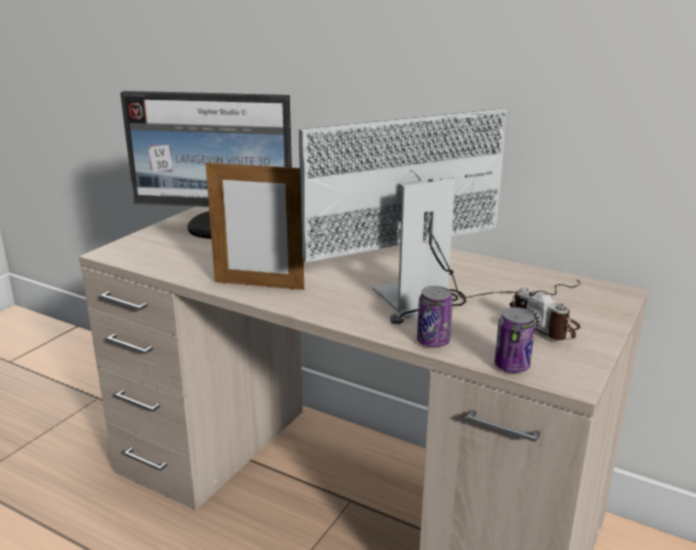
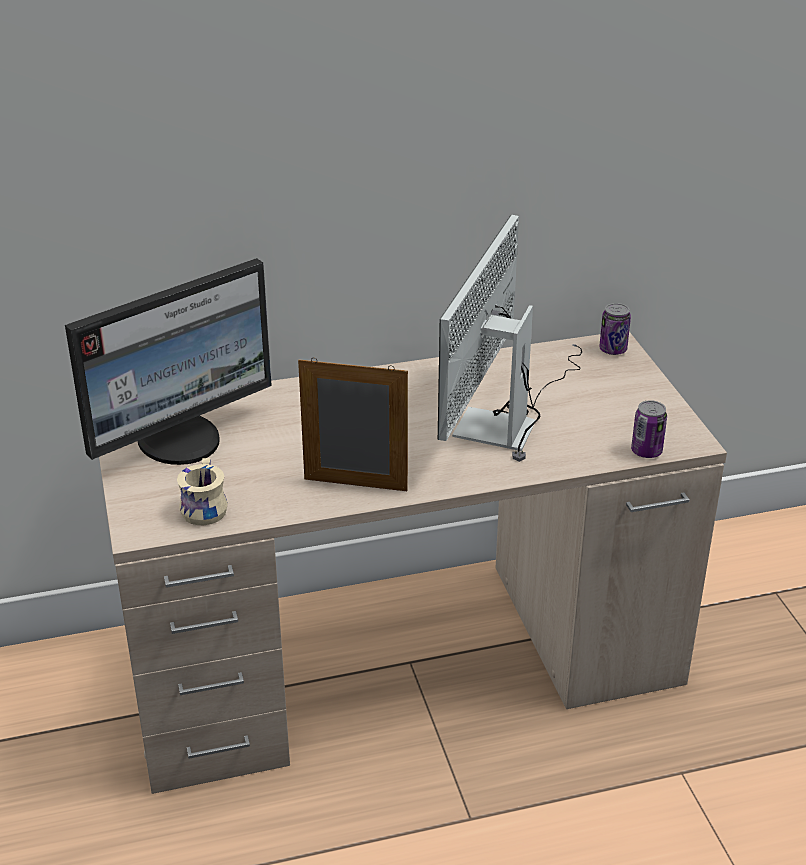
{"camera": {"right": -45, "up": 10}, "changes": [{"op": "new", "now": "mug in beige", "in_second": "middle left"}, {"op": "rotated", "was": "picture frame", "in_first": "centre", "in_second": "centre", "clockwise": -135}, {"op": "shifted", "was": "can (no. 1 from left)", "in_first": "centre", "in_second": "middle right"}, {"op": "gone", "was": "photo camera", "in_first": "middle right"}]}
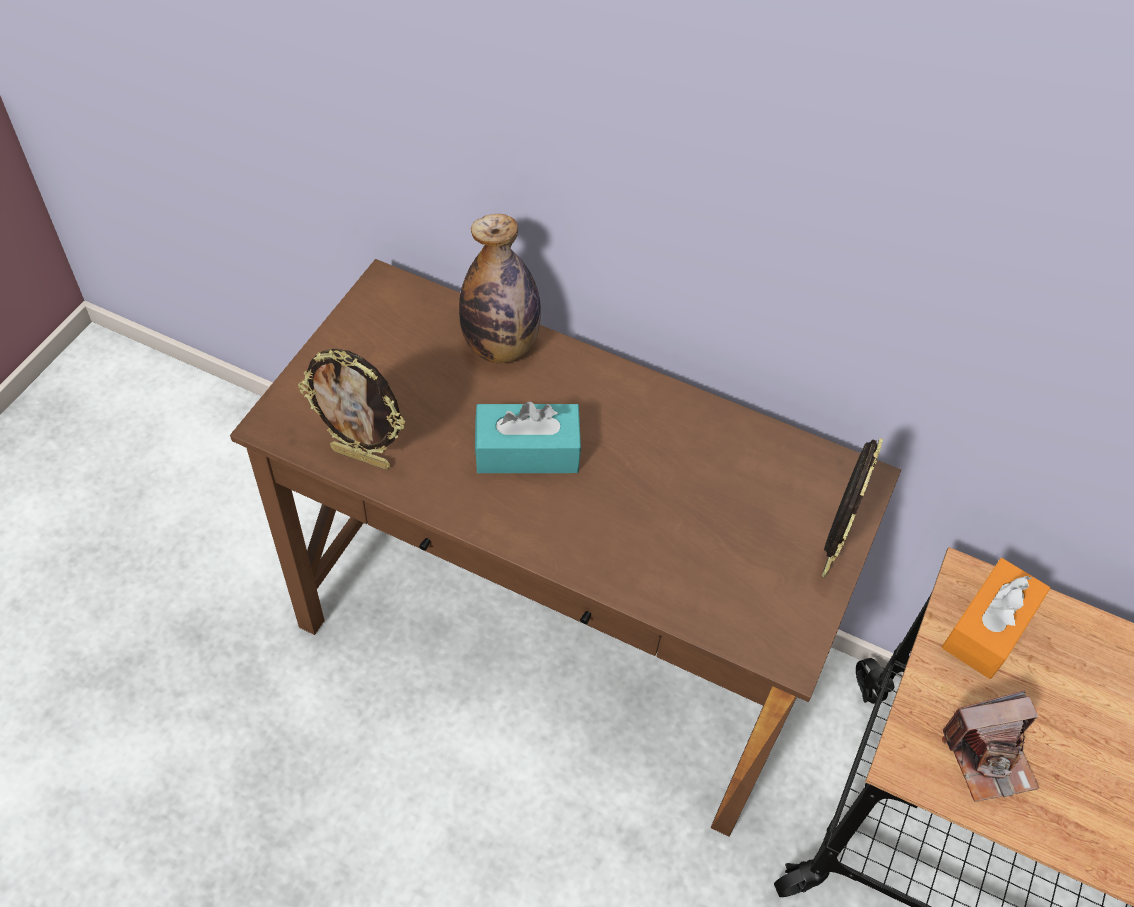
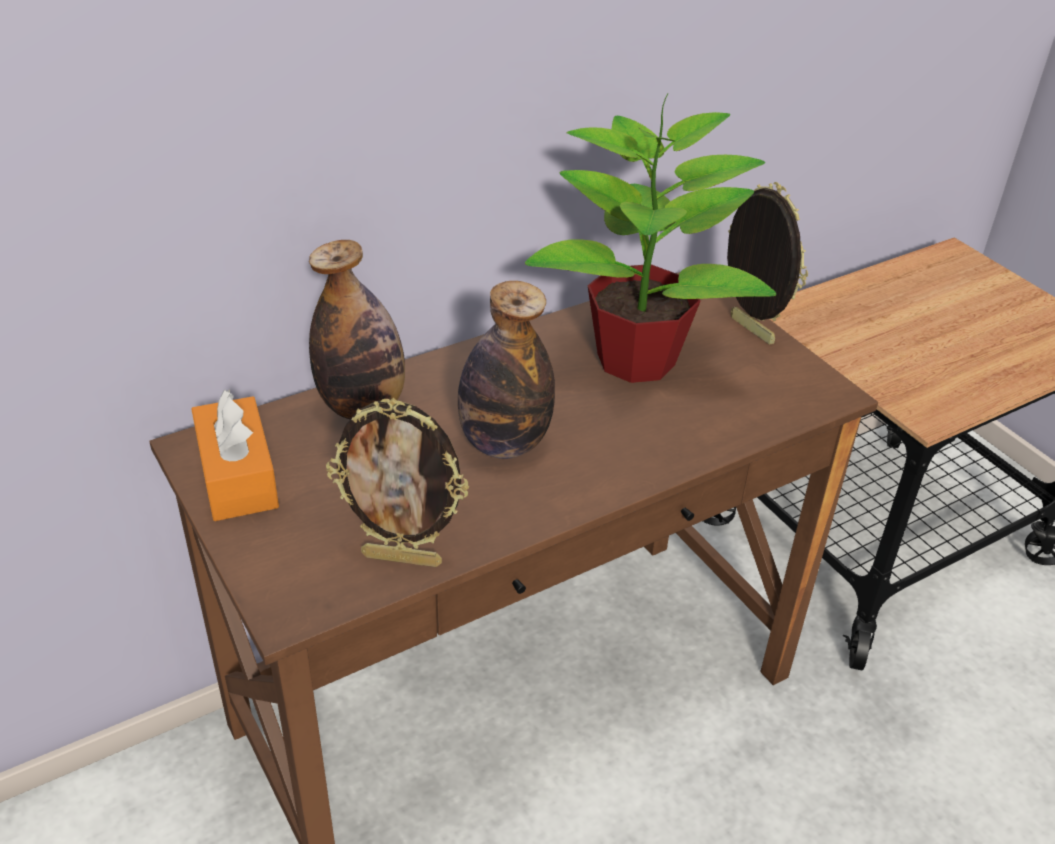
{"camera": {"right": -55, "up": -15}, "changes": [{"op": "shifted", "was": "tissue box in orange", "in_first": "bottom right", "in_second": "middle left"}, {"op": "rotated", "was": "picture frame (no. 1 from left)", "in_first": "middle left", "in_second": "centre", "clockwise": 45}, {"op": "swapped", "was": "tissue box in turquoise", "now": "bottle (no. 2 from left)", "in_first": "centre", "in_second": "centre"}, {"op": "new", "now": "potted plant", "in_second": "top centre"}, {"op": "gone", "was": "photo camera", "in_first": "bottom right"}]}
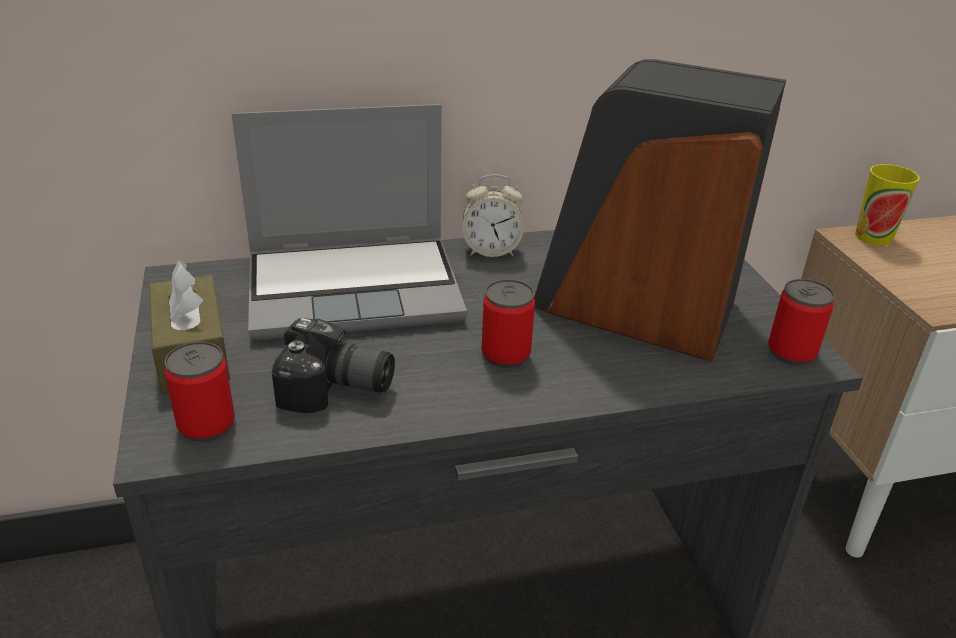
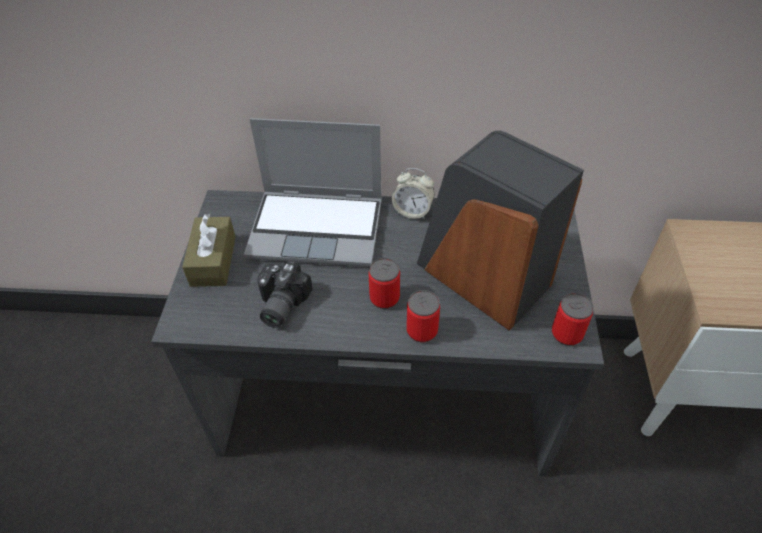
{"camera": {"right": 20, "up": 15}, "changes": [{"op": "rotated", "was": "photo camera", "in_first": "centre", "in_second": "centre", "clockwise": 75}, {"op": "shifted", "was": "can (no. 1 from left in the first image)", "now": "can (no. 2 from left)", "in_first": "middle left", "in_second": "centre"}, {"op": "gone", "was": "cup", "in_first": "top right"}]}
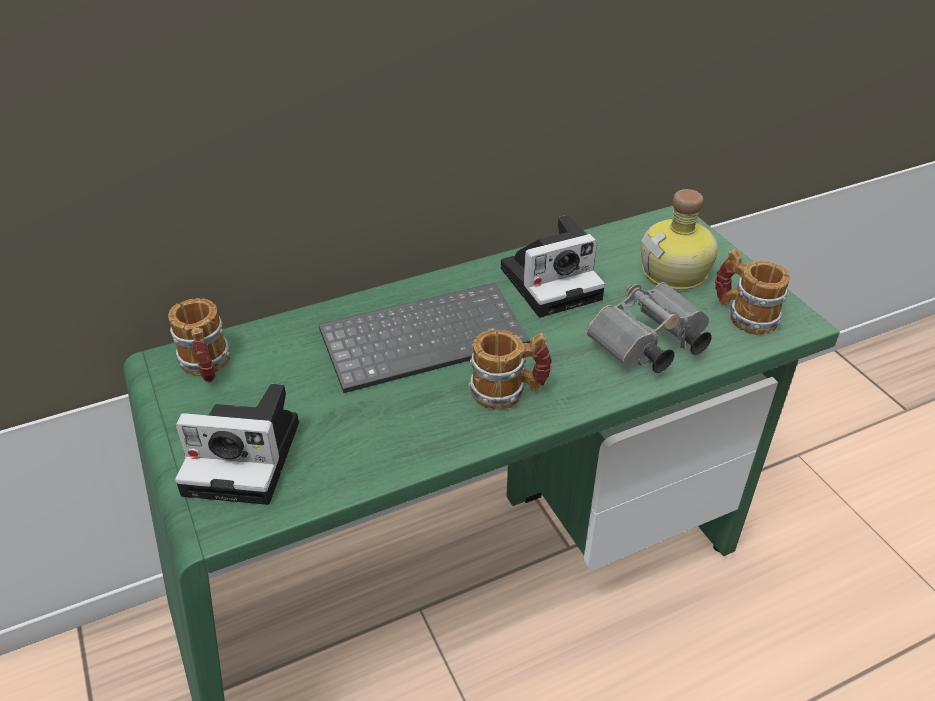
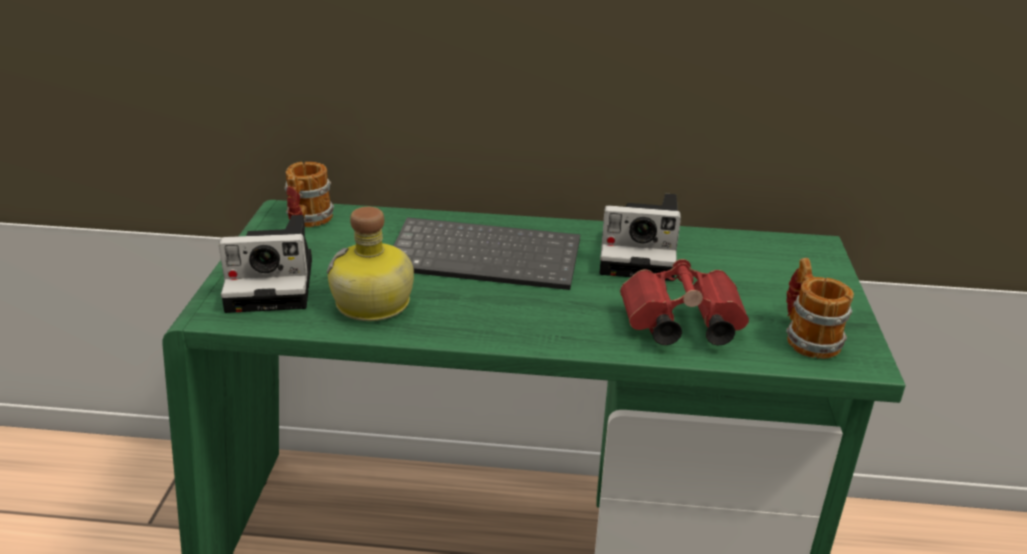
{"camera": {"right": 30, "up": -10}, "changes": [{"op": "rotated", "was": "photo camera (no. 1 from left)", "in_first": "middle left", "in_second": "middle left", "clockwise": -45}, {"op": "shifted", "was": "bottle", "in_first": "middle right", "in_second": "centre"}, {"op": "repainted", "was": "binoculars in grey", "now": "binoculars in red", "in_first": "middle right", "in_second": "centre"}, {"op": "gone", "was": "mug (no. 2 from left)", "in_first": "centre"}]}
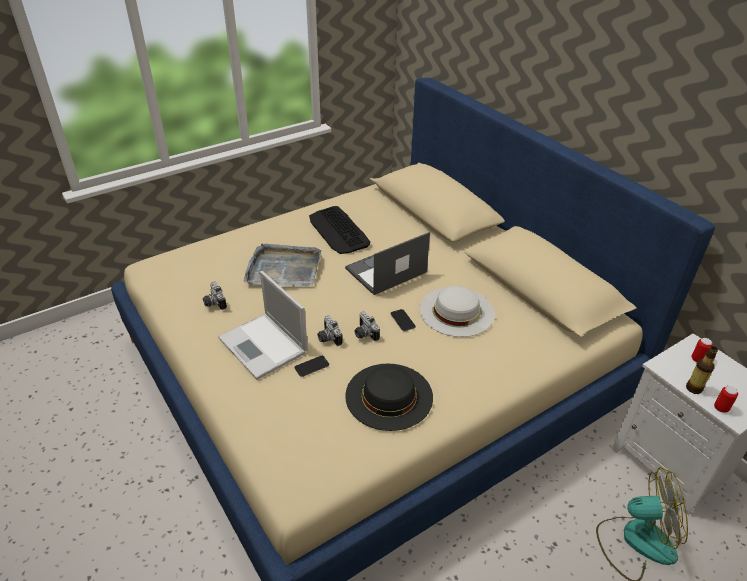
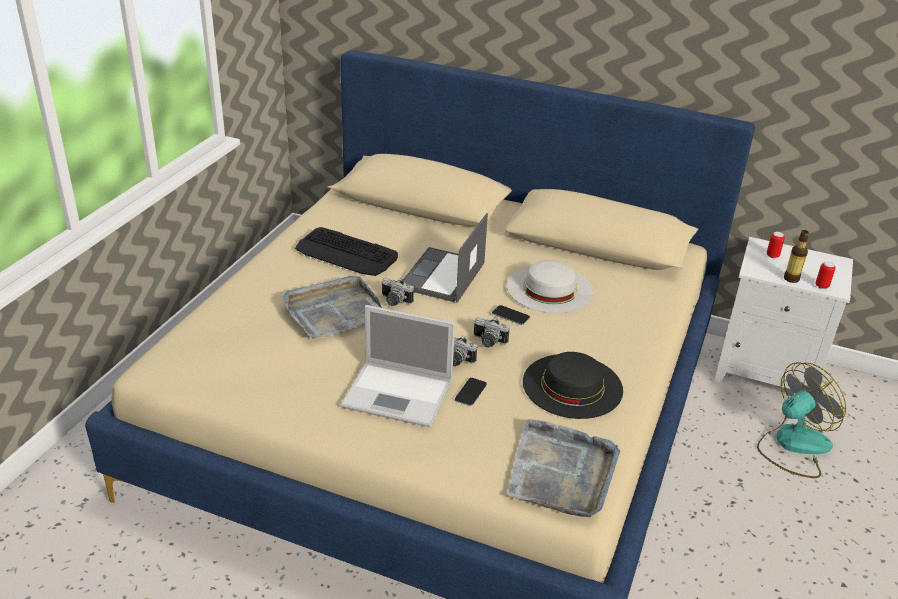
{"camera": {"right": -35, "up": -5}, "changes": [{"op": "shifted", "was": "photo camera (no. 1 from left)", "in_first": "middle left", "in_second": "centre"}, {"op": "new", "now": "tray in grey (no. 2 from left)", "in_second": "bottom centre"}]}
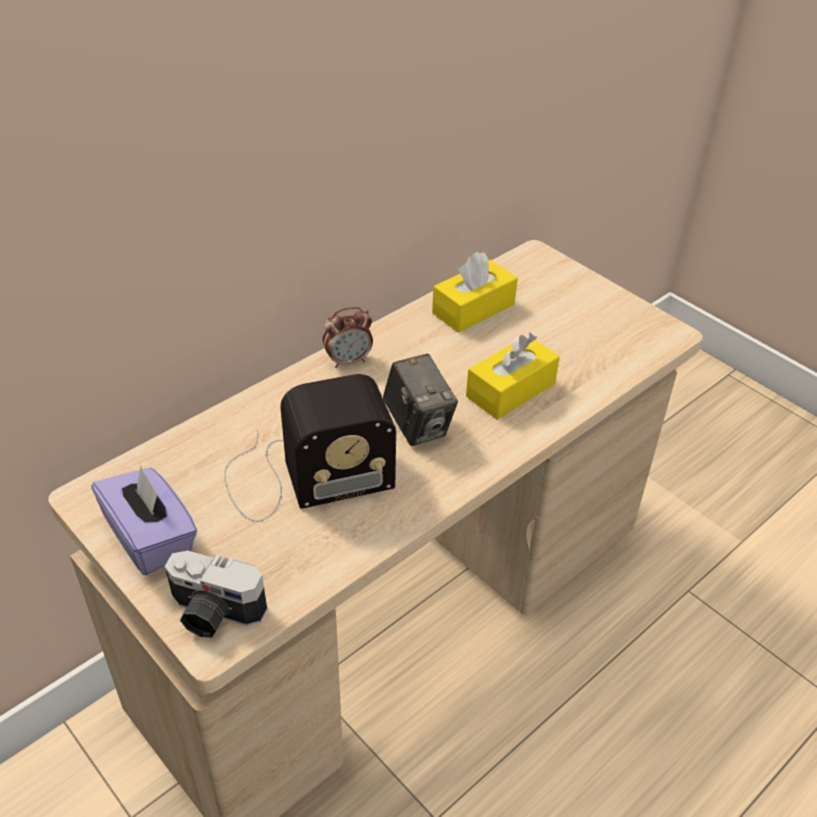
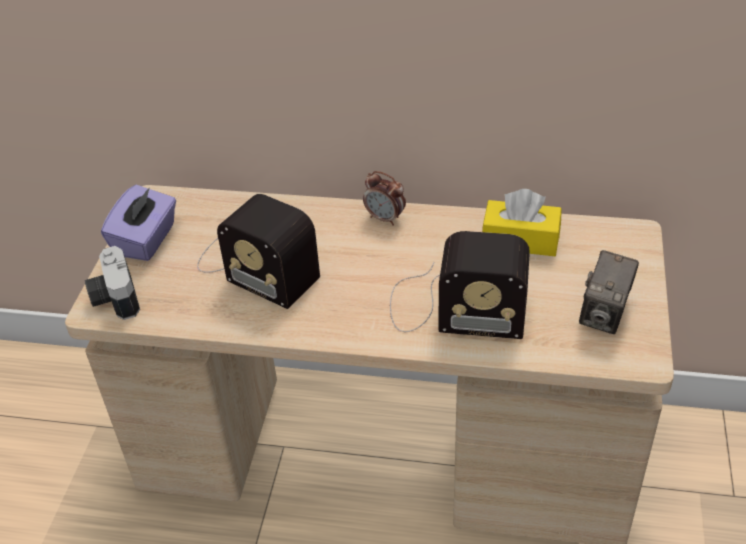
{"camera": {"right": 55, "up": 0}, "changes": [{"op": "swapped", "was": "tissue box in yellow (no. 2 from left)", "now": "radio (no. 2 from left)", "in_first": "centre", "in_second": "centre"}, {"op": "shifted", "was": "photo camera (no. 2 from left)", "in_first": "centre", "in_second": "middle right"}]}
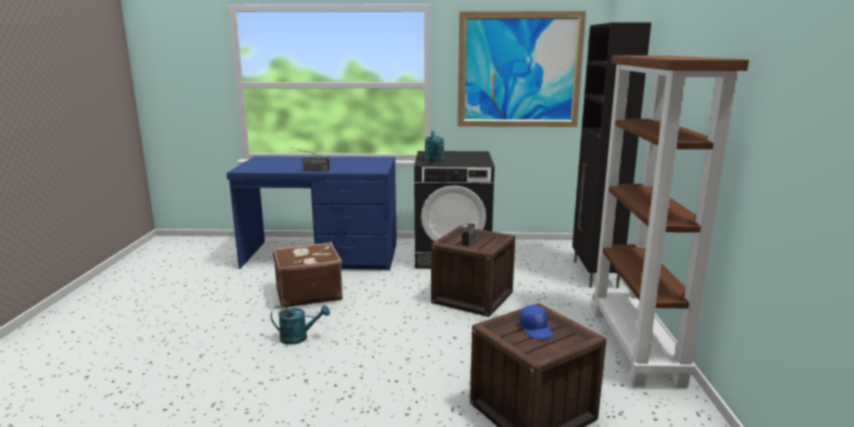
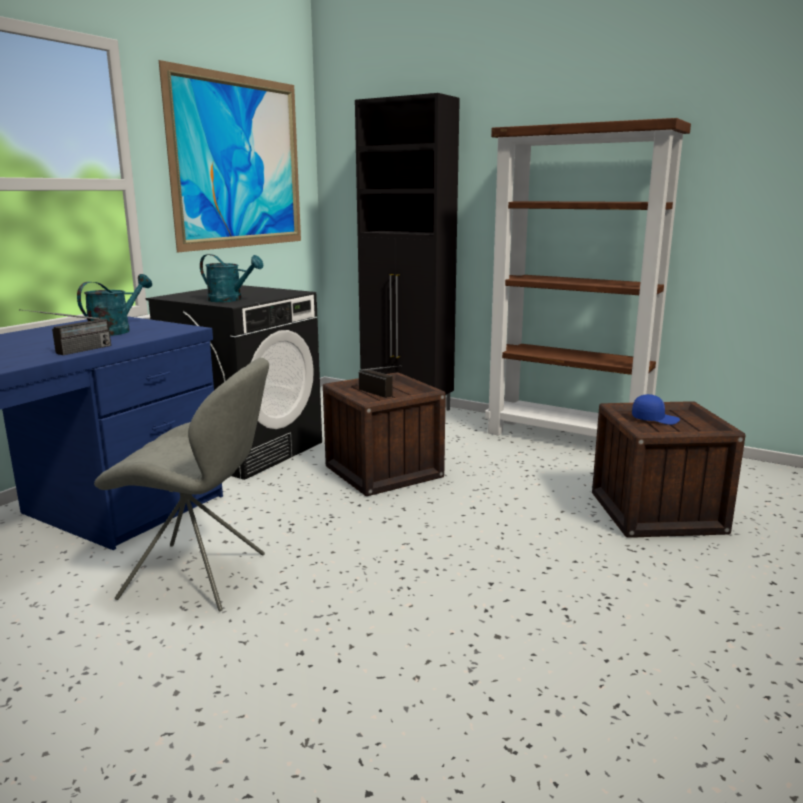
{"camera": {"right": -60, "up": 0}, "changes": [{"op": "shifted", "was": "watering can in turquoise (no. 1 from left)", "in_first": "bottom centre", "in_second": "middle left"}, {"op": "swapped", "was": "suitcase in brown", "now": "chair in grey", "in_first": "centre", "in_second": "middle left"}]}
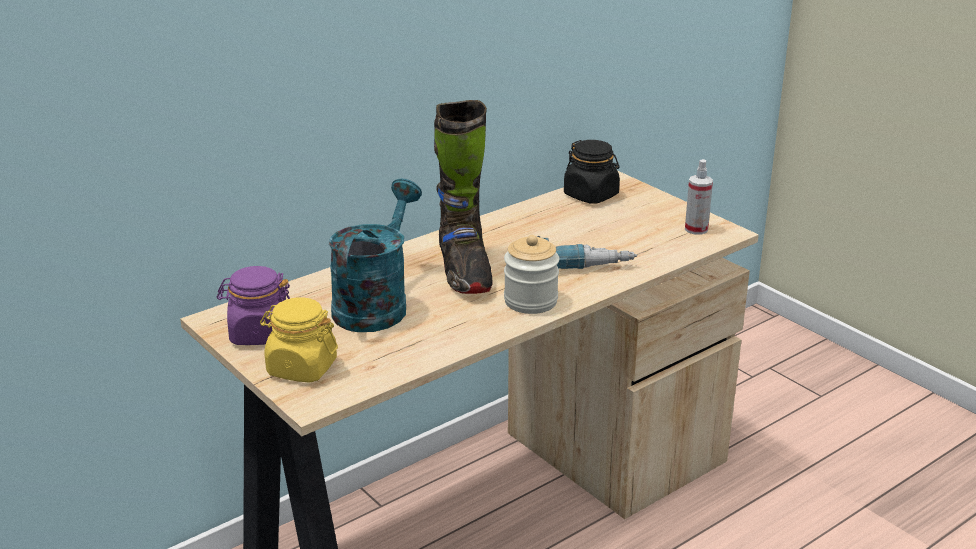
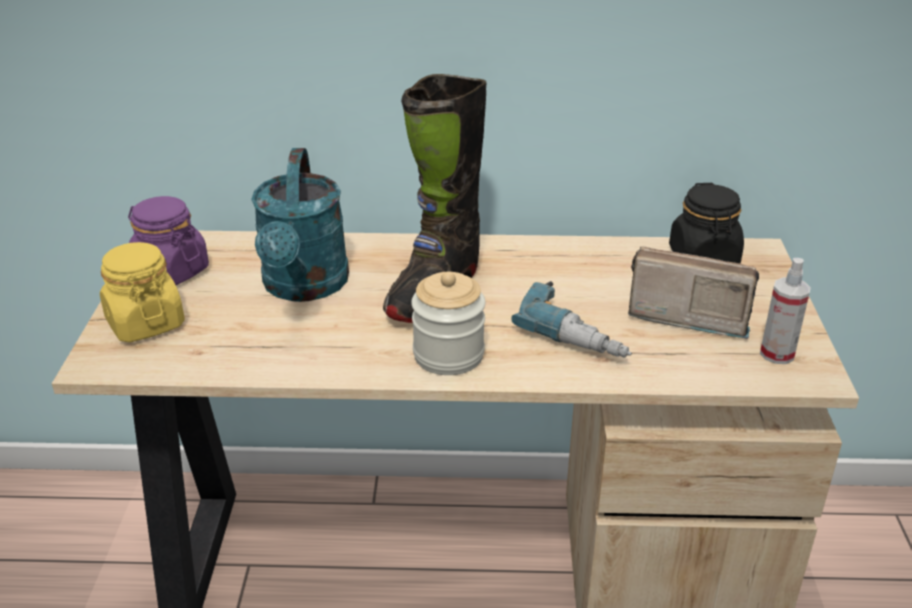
{"camera": {"right": 40, "up": 5}, "changes": [{"op": "rotated", "was": "watering can in turquoise", "in_first": "centre", "in_second": "middle left", "clockwise": 120}, {"op": "new", "now": "radio", "in_second": "middle right"}]}
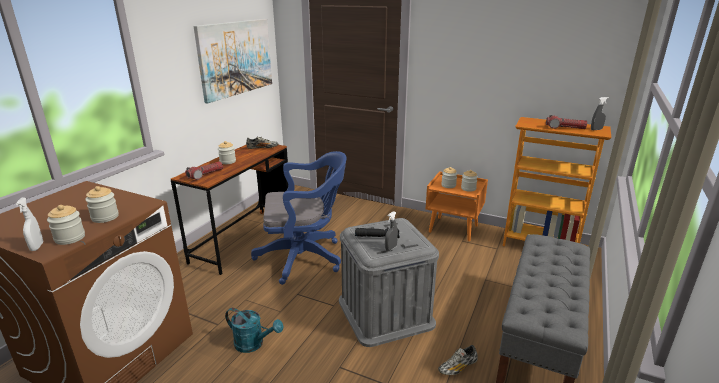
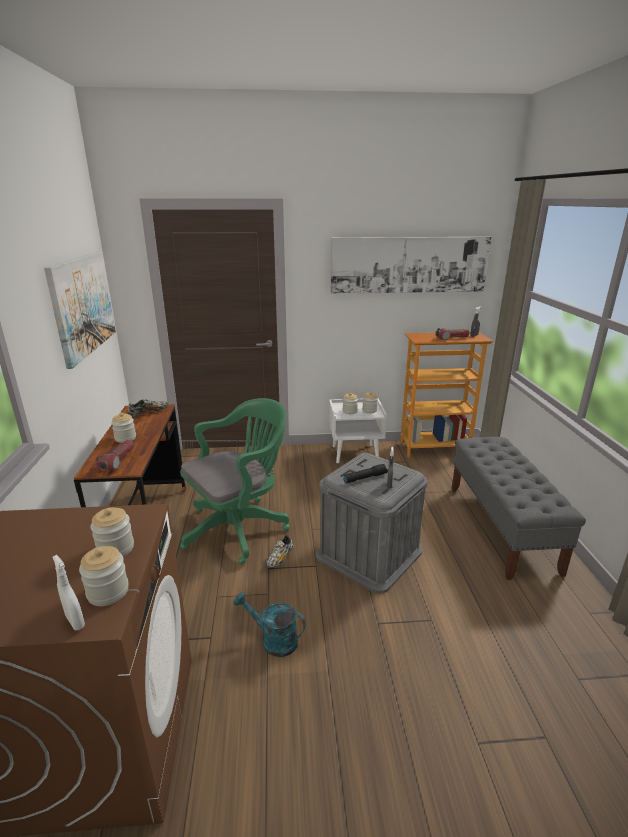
{"camera": {"right": -30, "up": 0}, "changes": [{"op": "repainted", "was": "office chair in blue", "now": "office chair in green", "in_first": "centre", "in_second": "centre"}, {"op": "rotated", "was": "watering can in turquoise", "in_first": "bottom centre", "in_second": "bottom centre", "clockwise": -150}, {"op": "shifted", "was": "shoe (no. 2 from left)", "in_first": "bottom centre", "in_second": "centre"}, {"op": "repainted", "was": "nightstand in orange", "now": "nightstand in white", "in_first": "centre", "in_second": "centre"}, {"op": "new", "now": "picture (no. 2 from left)", "in_second": "top centre"}]}
